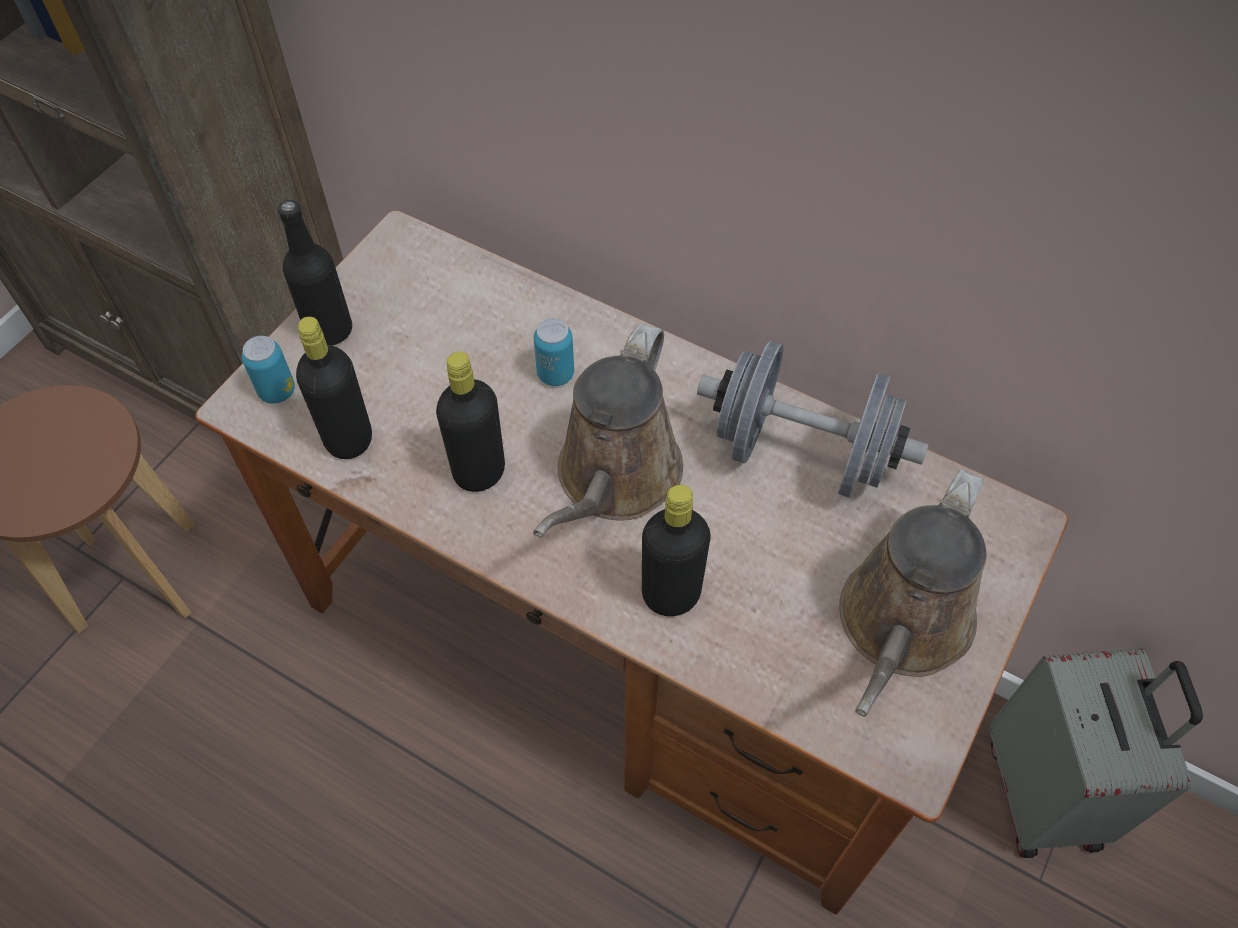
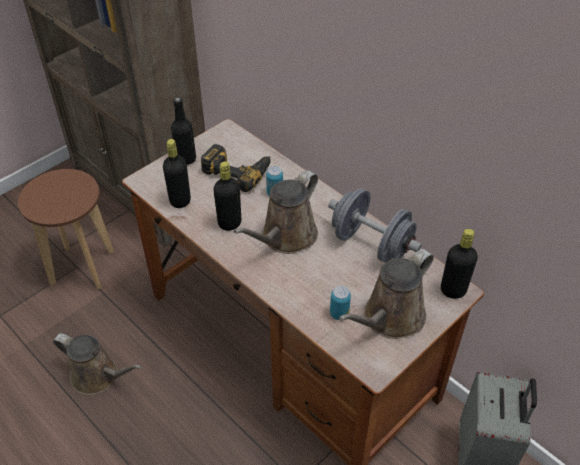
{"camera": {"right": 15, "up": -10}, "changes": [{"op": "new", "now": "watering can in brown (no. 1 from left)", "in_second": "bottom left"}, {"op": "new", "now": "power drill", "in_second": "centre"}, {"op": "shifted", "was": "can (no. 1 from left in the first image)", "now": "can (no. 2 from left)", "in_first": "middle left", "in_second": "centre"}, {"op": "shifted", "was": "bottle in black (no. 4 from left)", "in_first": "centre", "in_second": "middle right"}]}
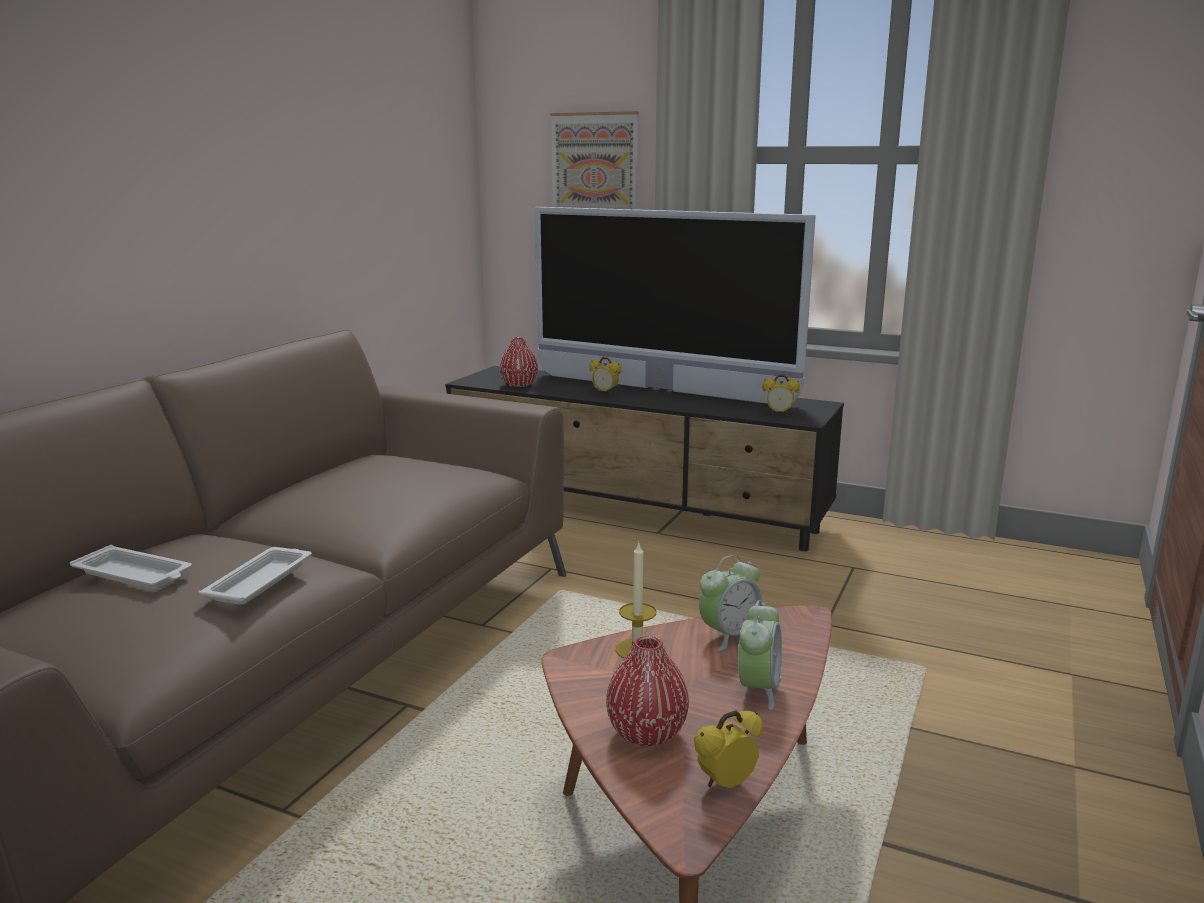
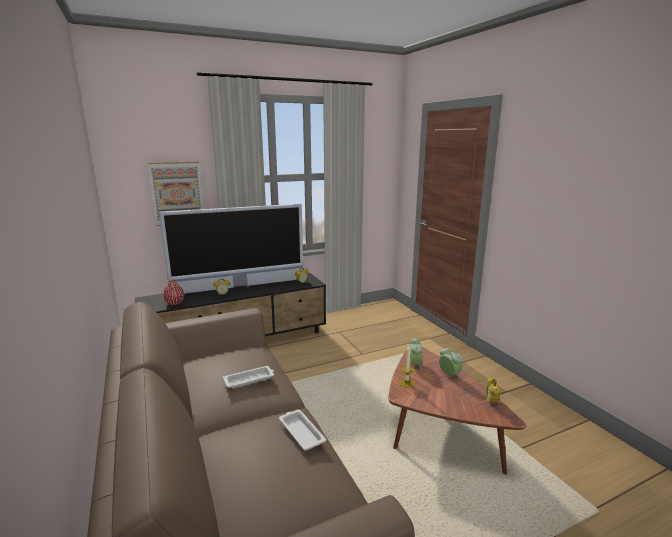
{"camera": {"right": -50, "up": 0}, "changes": [{"op": "shifted", "was": "tray in white (no. 1 from left)", "in_first": "middle left", "in_second": "bottom centre"}, {"op": "gone", "was": "vase in red (no. 2 from left)", "in_first": "bottom centre"}]}
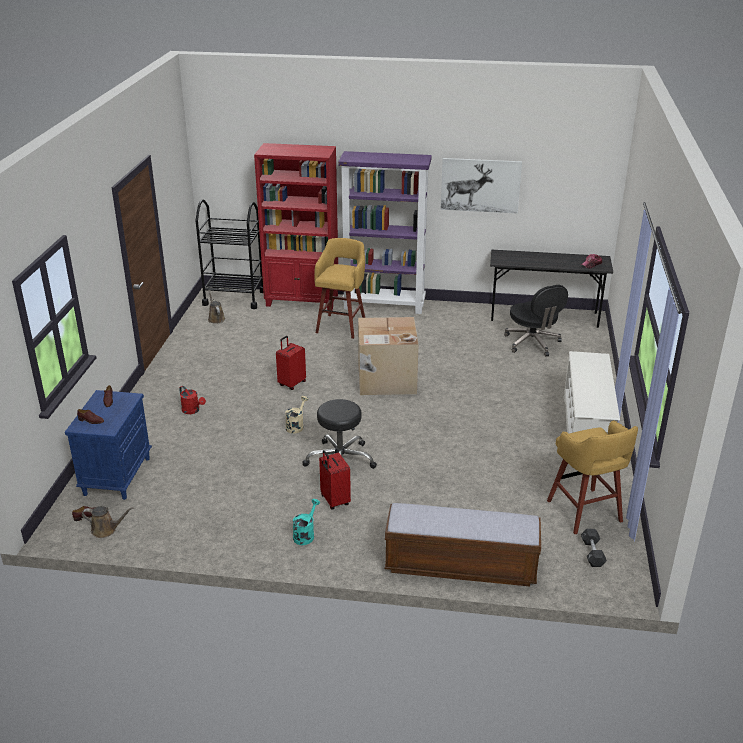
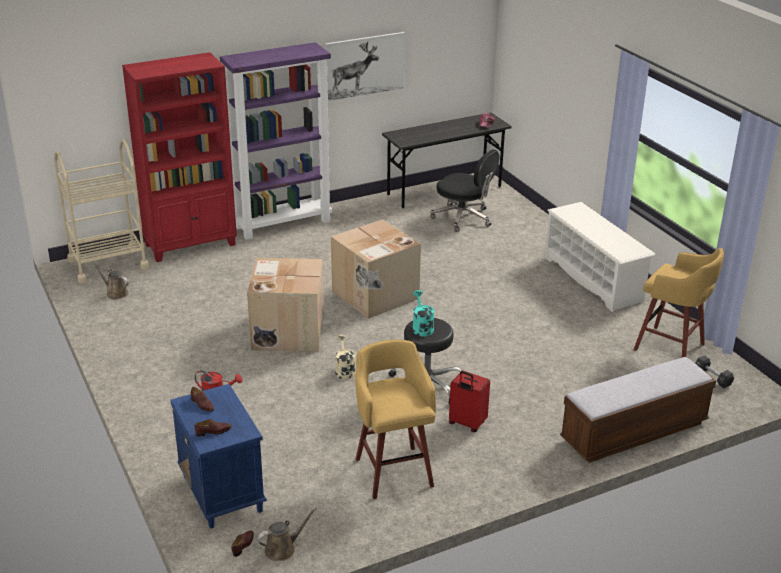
{"camera": {"right": -35, "up": 0}, "changes": [{"op": "repainted", "was": "cart in black", "now": "cart in beige", "in_first": "middle left", "in_second": "middle left"}, {"op": "swapped", "was": "suitcase in red (no. 1 from left)", "now": "cardboard box (no. 1 from left)", "in_first": "centre", "in_second": "centre"}, {"op": "shifted", "was": "stool in yellow (no. 1 from left)", "in_first": "centre", "in_second": "bottom centre"}, {"op": "shifted", "was": "watering can in turquoise", "in_first": "bottom centre", "in_second": "centre"}]}
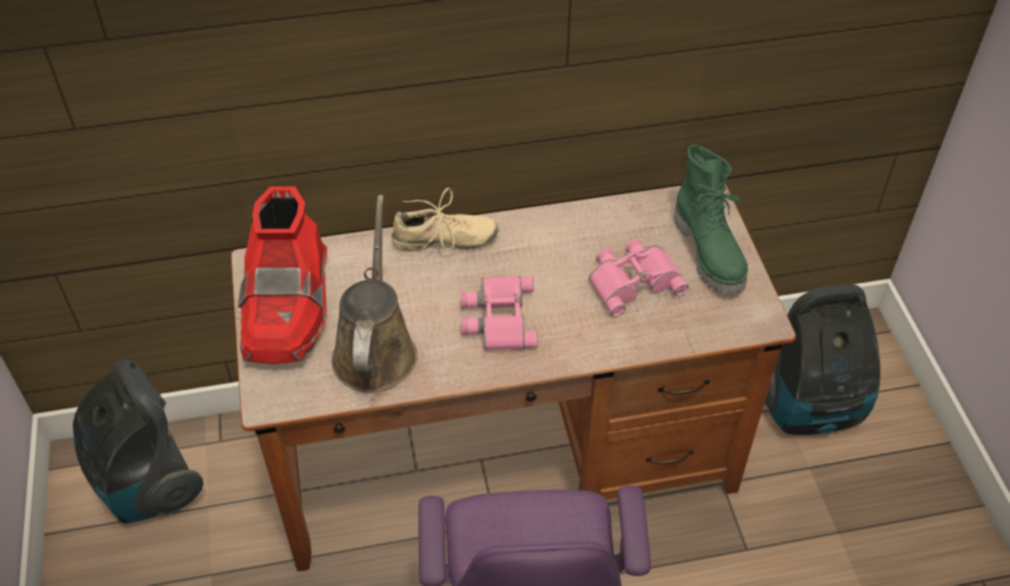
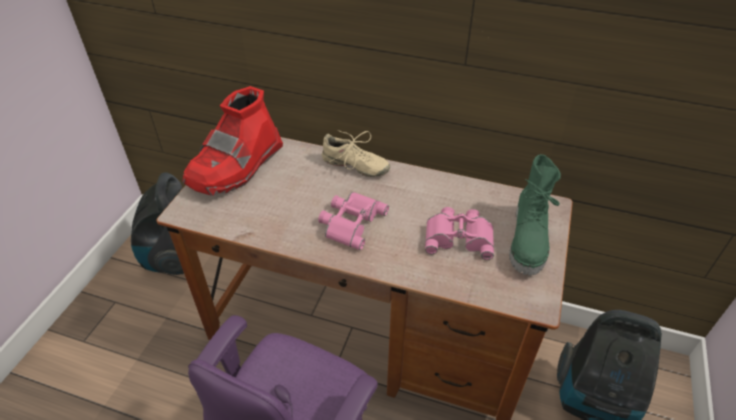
{"camera": {"right": 30, "up": -5}, "changes": [{"op": "gone", "was": "watering can in brown", "in_first": "centre"}]}
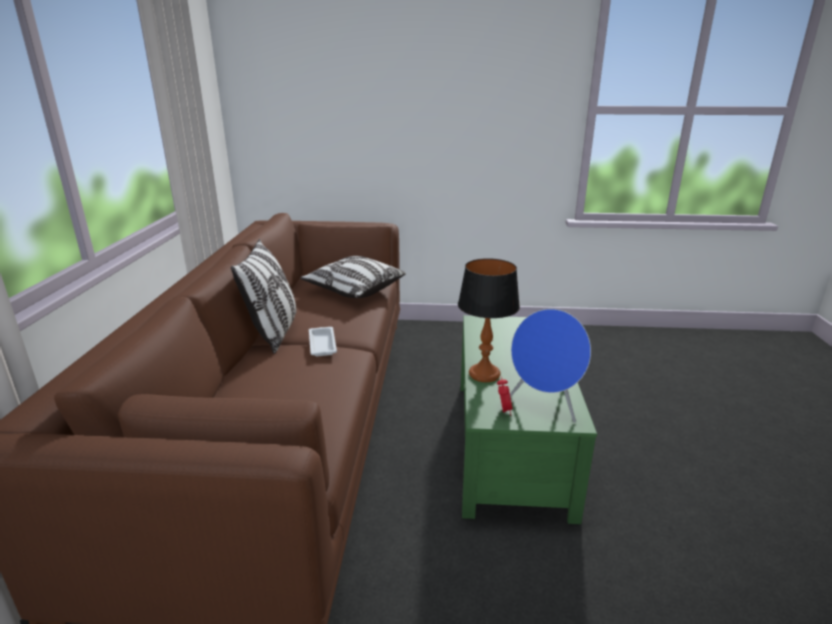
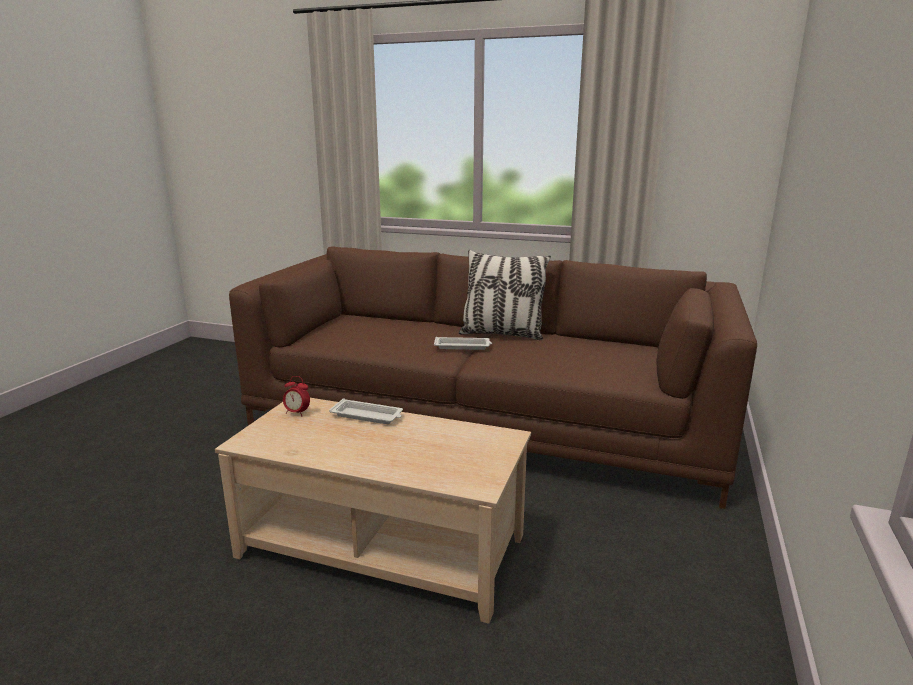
{"camera": {"right": 105, "up": -5}, "changes": [{"op": "repainted", "was": "coffee table in green", "now": "coffee table in beige", "in_first": "bottom centre", "in_second": "bottom centre"}, {"op": "swapped", "was": "table lamp", "now": "tray in white (no. 1 from left)", "in_first": "centre", "in_second": "centre"}, {"op": "gone", "was": "pillow (no. 2 from left)", "in_first": "centre"}, {"op": "gone", "was": "speaker in blue", "in_first": "centre"}]}
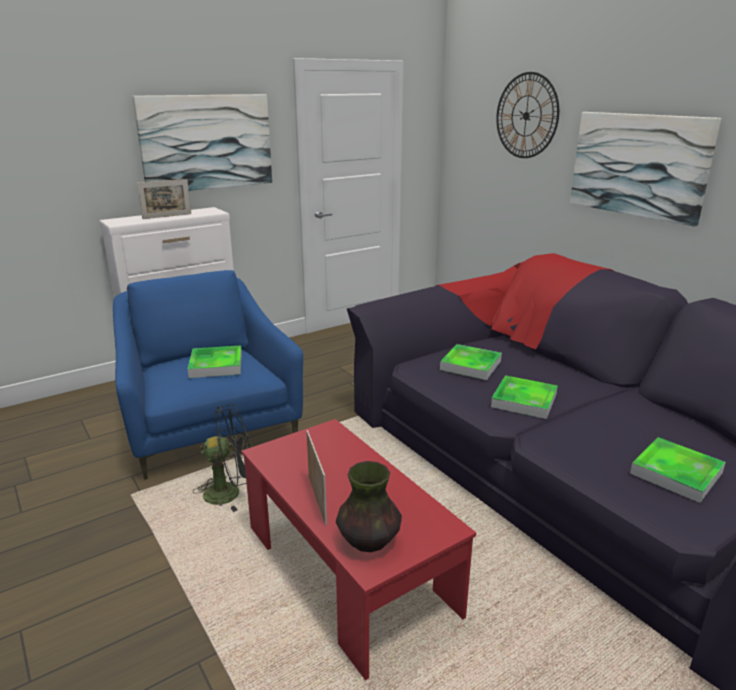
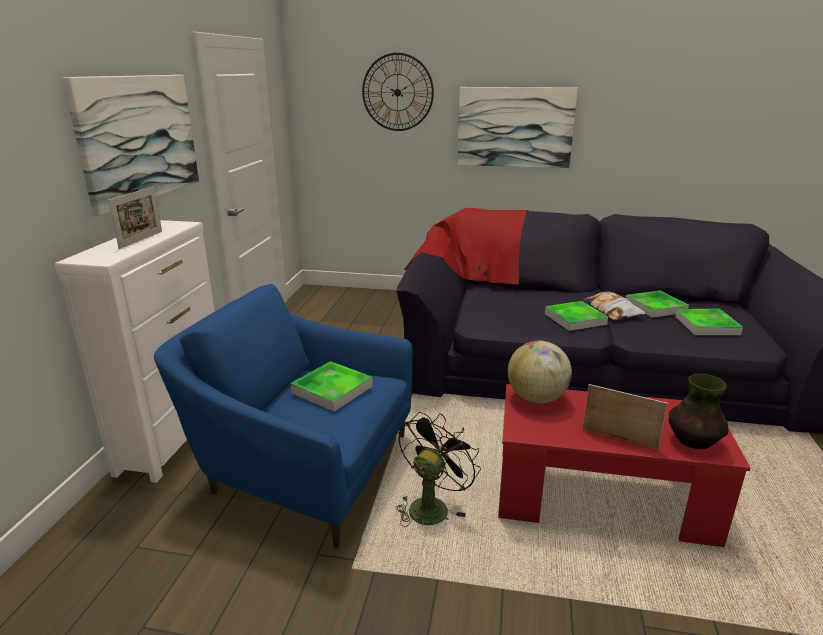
{"camera": {"right": -45, "up": 0}, "changes": [{"op": "new", "now": "globe", "in_second": "centre"}, {"op": "new", "now": "pillow", "in_second": "middle right"}, {"op": "shifted", "was": "tray (no. 2 from left in the first image)", "now": "tray (no. 3 from left)", "in_first": "centre", "in_second": "middle right"}]}
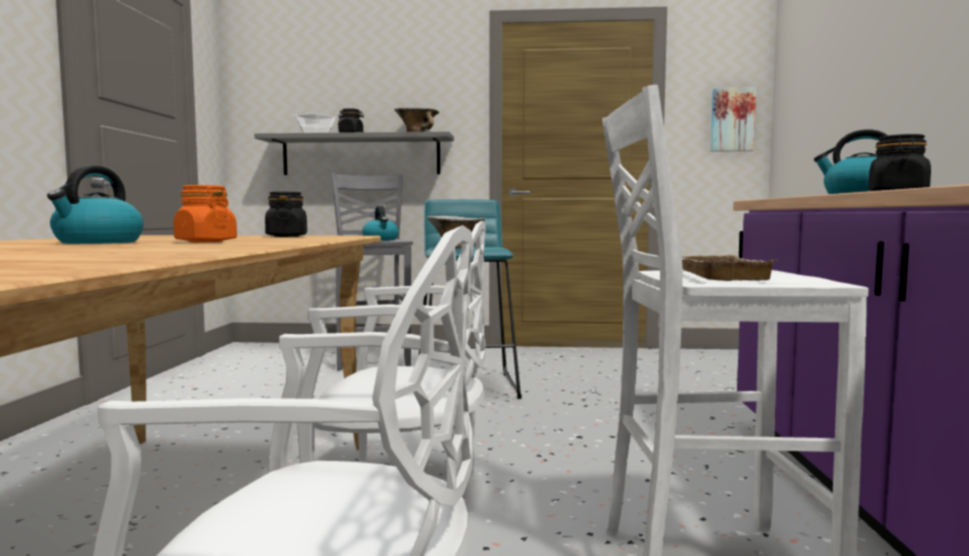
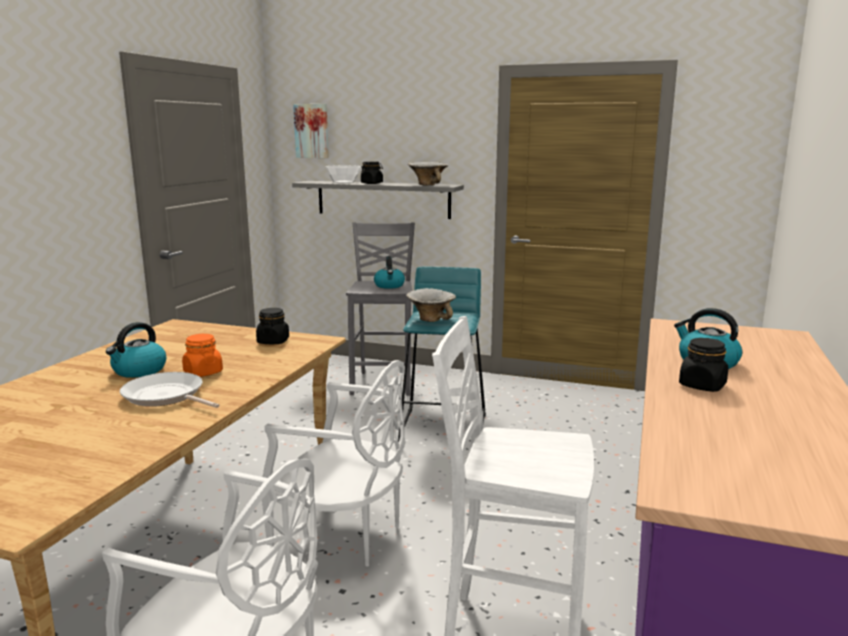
{"camera": {"right": 15, "up": 10}, "changes": [{"op": "new", "now": "frying pan", "in_second": "middle left"}, {"op": "shifted", "was": "picture", "in_first": "top right", "in_second": "top centre"}, {"op": "gone", "was": "tray in beige", "in_first": "middle right"}]}
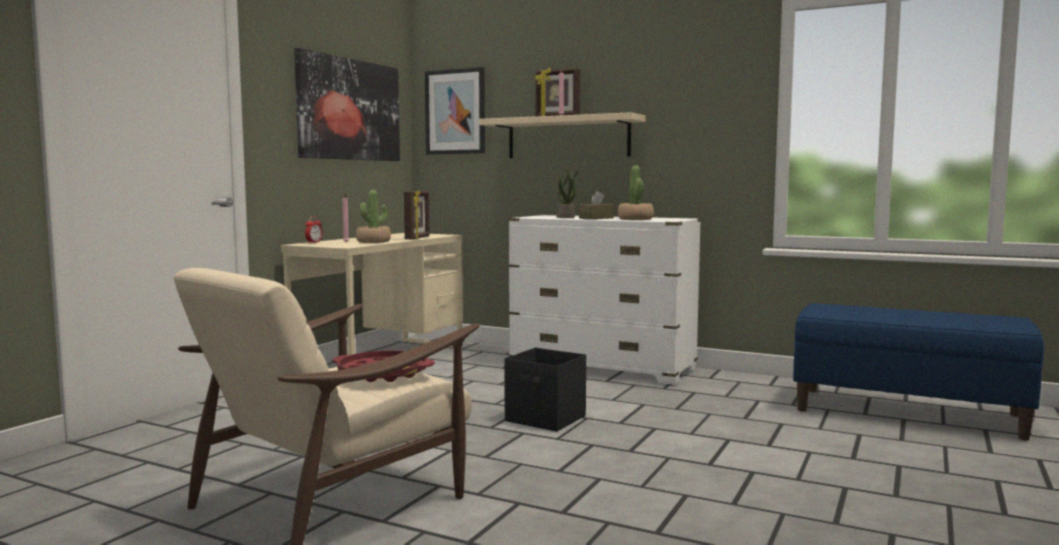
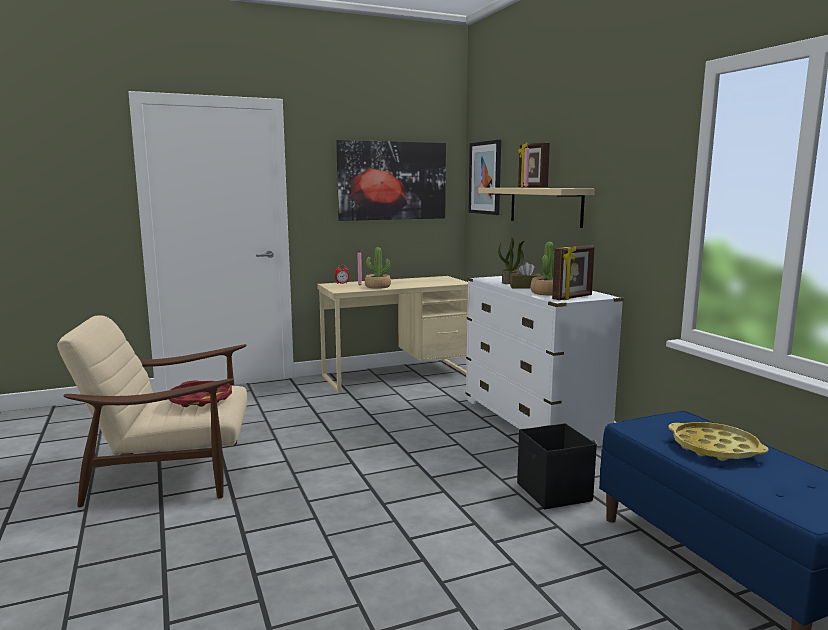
{"camera": {"right": 40, "up": 5}, "changes": [{"op": "shifted", "was": "storage box in black", "in_first": "bottom centre", "in_second": "bottom right"}, {"op": "shifted", "was": "picture frame (no. 1 from left in the first image)", "now": "picture frame (no. 2 from left)", "in_first": "centre", "in_second": "middle right"}, {"op": "new", "now": "tray in yellow", "in_second": "bottom right"}]}
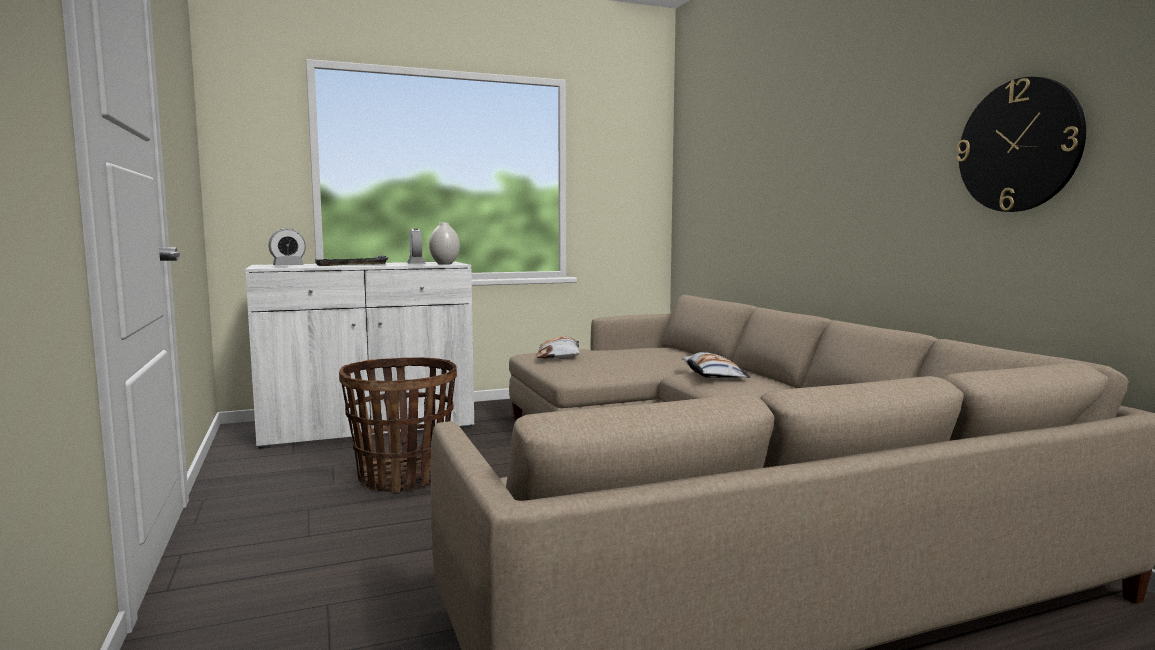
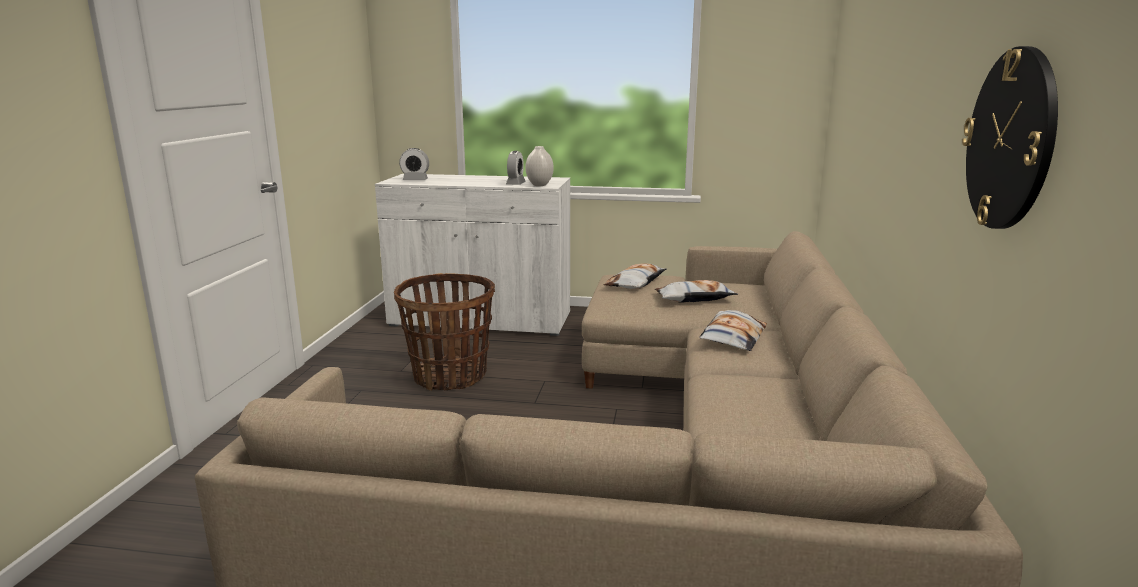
{"camera": {"right": 30, "up": 10}, "changes": [{"op": "new", "now": "pillow (no. 2 from left)", "in_second": "centre"}, {"op": "gone", "was": "tray in grey", "in_first": "middle left"}]}
